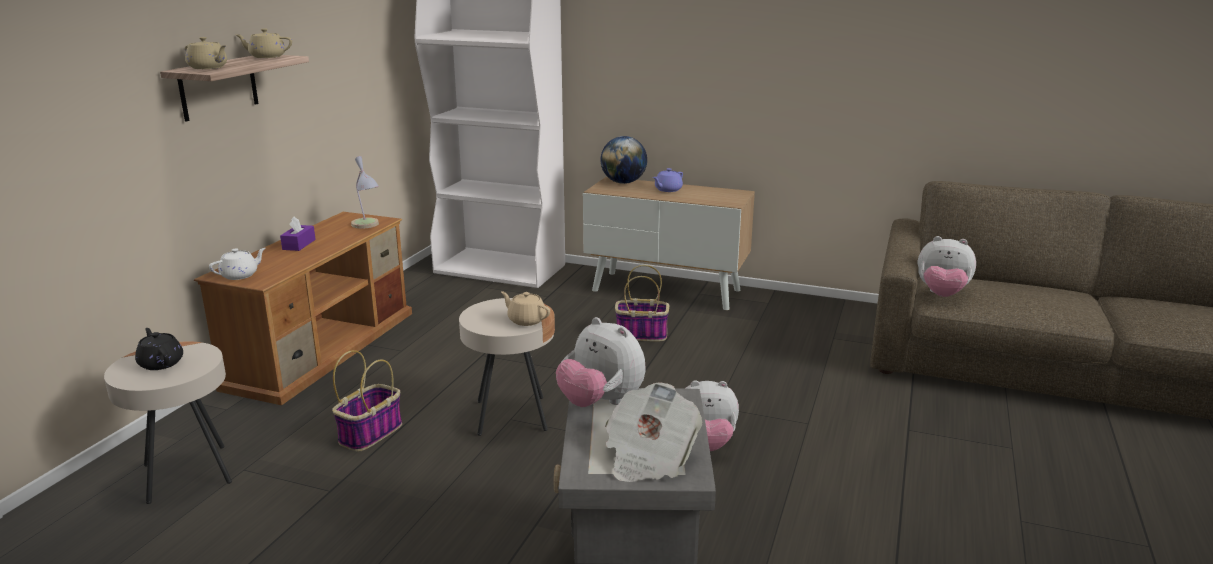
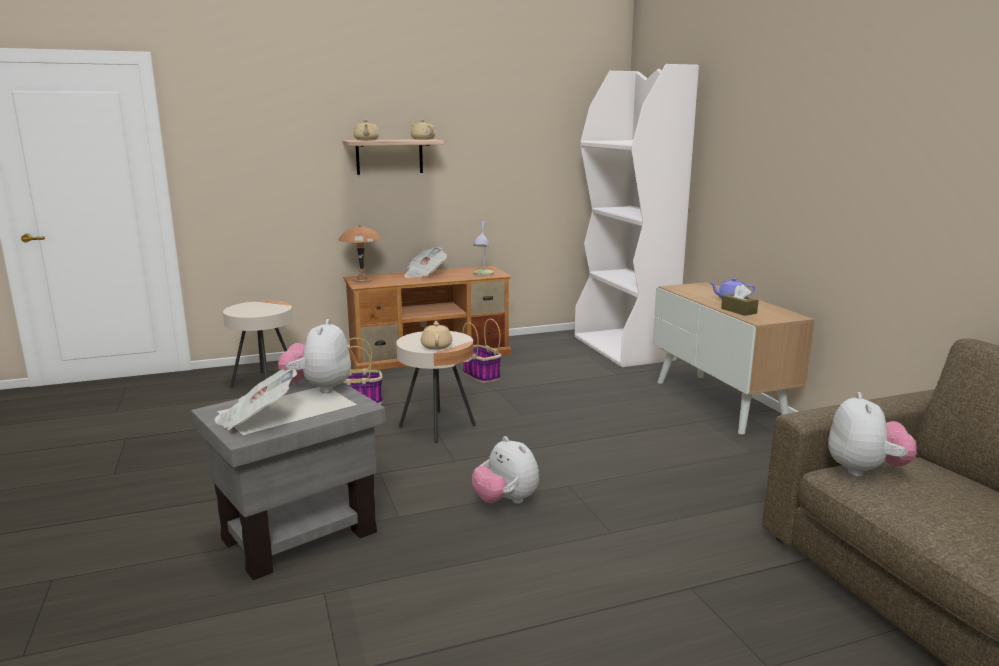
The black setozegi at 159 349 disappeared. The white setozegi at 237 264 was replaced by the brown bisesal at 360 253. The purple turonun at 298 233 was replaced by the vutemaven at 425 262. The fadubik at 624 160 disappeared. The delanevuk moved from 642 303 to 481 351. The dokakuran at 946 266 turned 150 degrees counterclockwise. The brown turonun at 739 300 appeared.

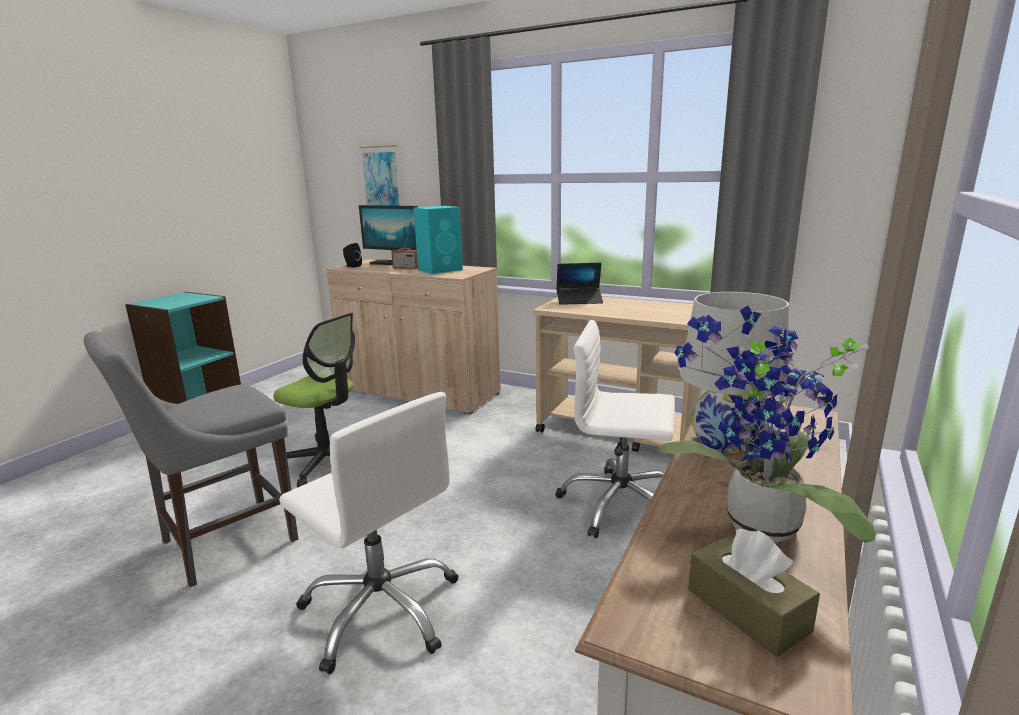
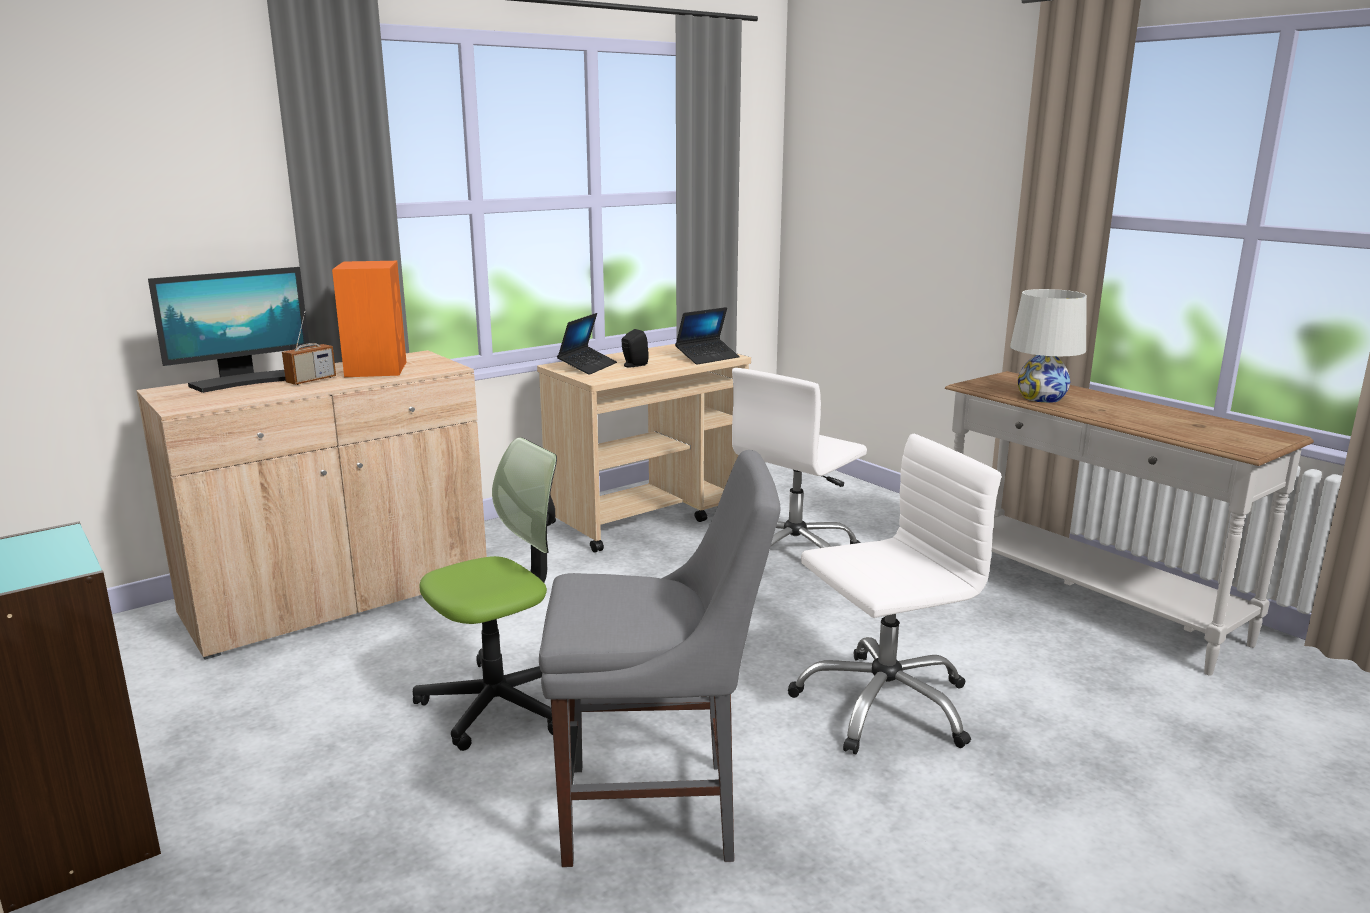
The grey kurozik at 191 459 turned 75 degrees counterclockwise. The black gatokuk moved from 352 255 to 635 348. The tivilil at 380 175 disappeared. The turquoise gatokuk at 438 240 became the orange gatokuk at 369 319. The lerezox at 767 424 disappeared. The brown turonun at 754 593 disappeared. The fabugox at 707 336 appeared.

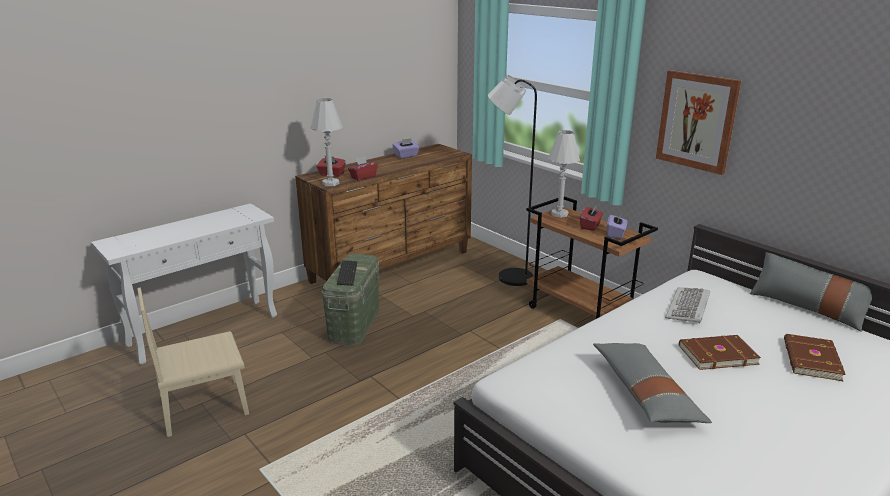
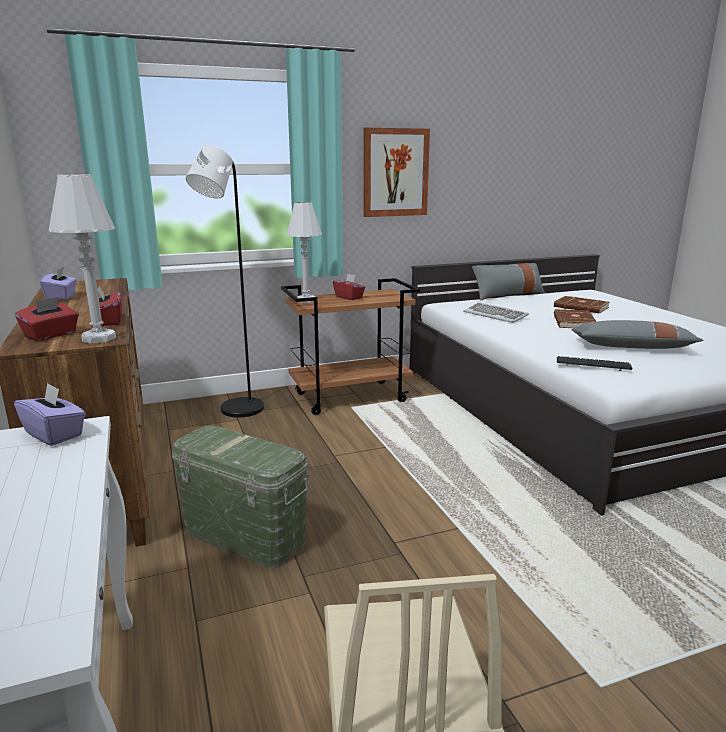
The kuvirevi moved from 347 273 to 595 363. The purple turonun moved from 617 226 to 50 414.

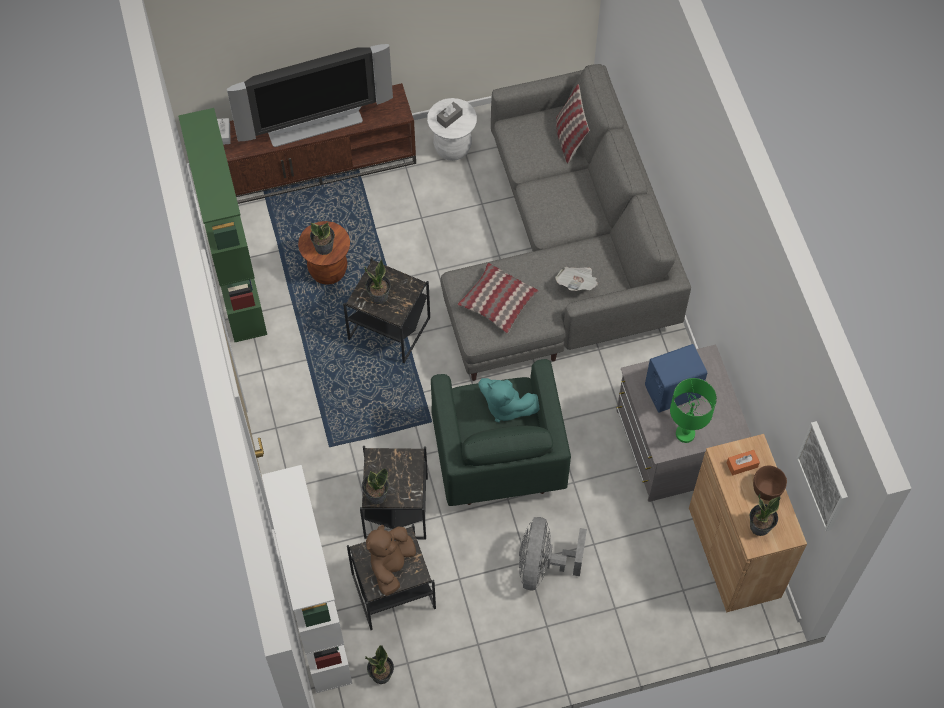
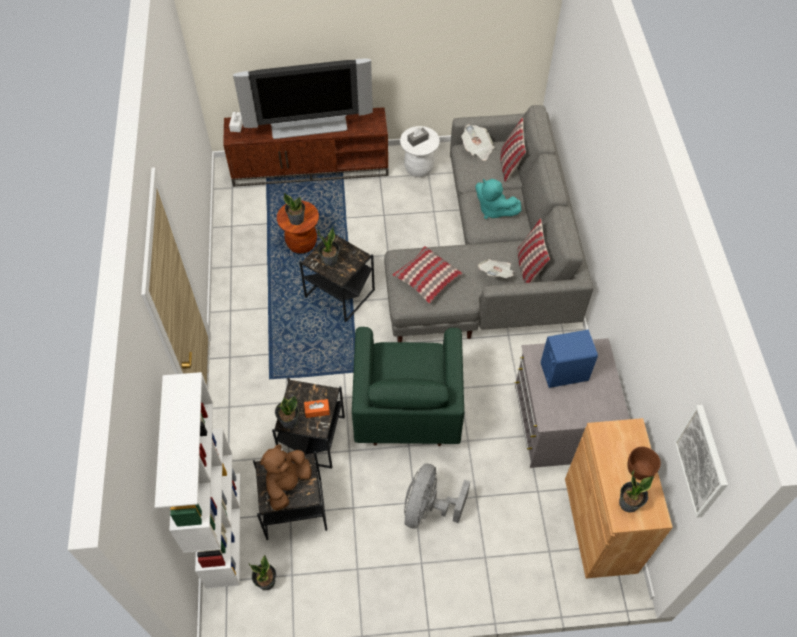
The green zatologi at 222 225 disappeared. The turquoise dokakuran moved from 509 400 to 498 199. The green bisesal at 693 410 disappeared. The orange turonun moved from 743 463 to 317 408. The vutemaven at 478 142 appeared. The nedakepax at 534 251 appeared.

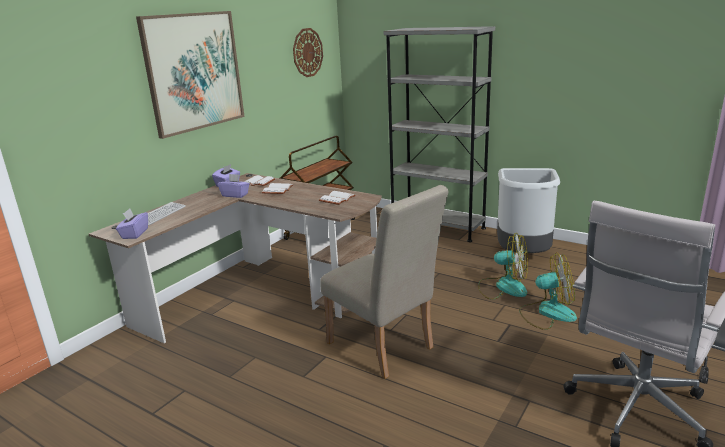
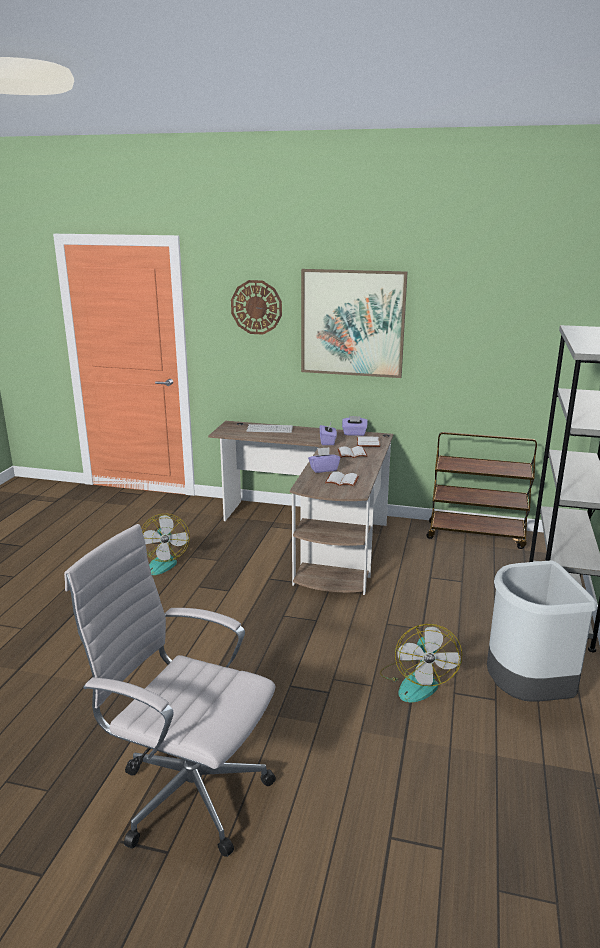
The purple turonun moved from 132 224 to 324 460. The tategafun moved from 308 52 to 256 307. The beige kurozik at 384 282 disappeared. The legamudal moved from 548 291 to 165 544.

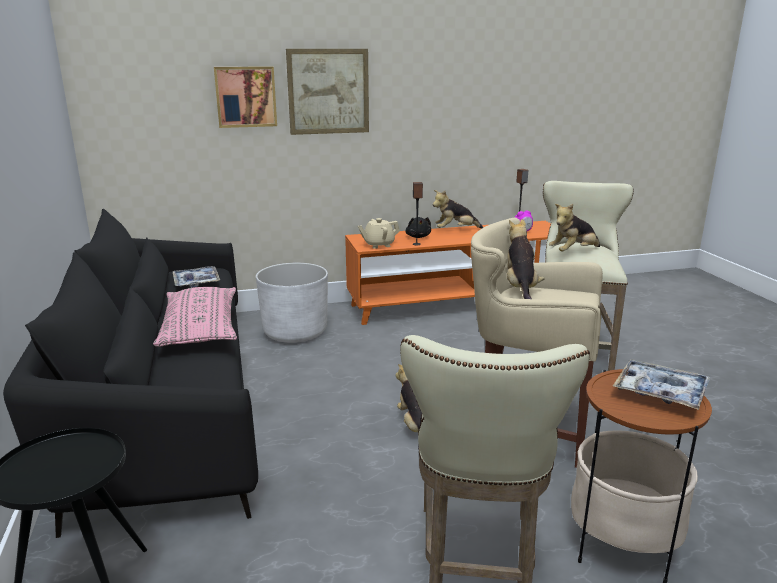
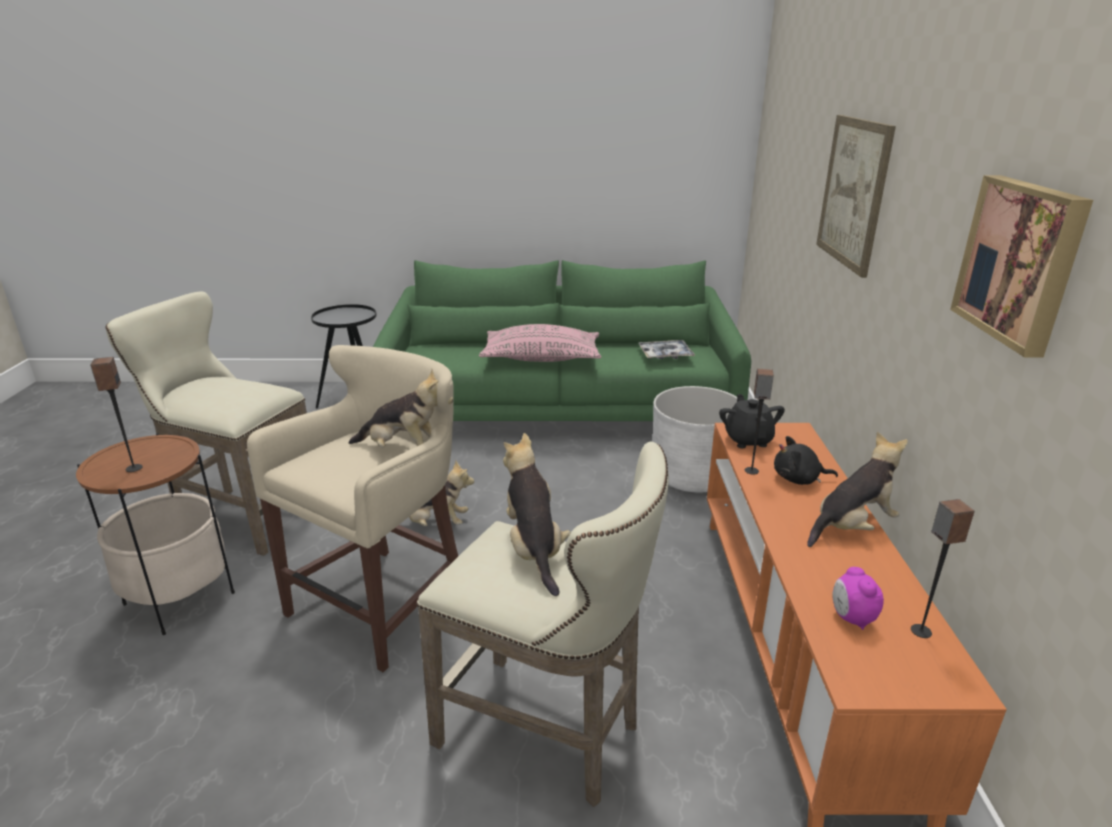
The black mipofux at 130 373 became the green mipofux at 562 340. The tivilil moved from 245 97 to 1021 266. The beige setozegi at 379 233 became the black setozegi at 752 421. The dokakuran at 458 209 turned 60 degrees clockwise. The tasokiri at 661 384 was replaced by the gatokuk at 116 414.

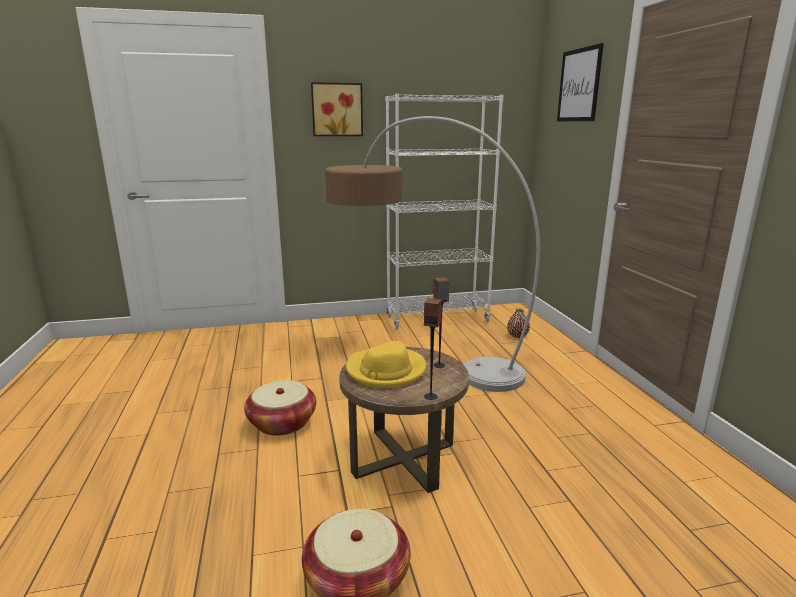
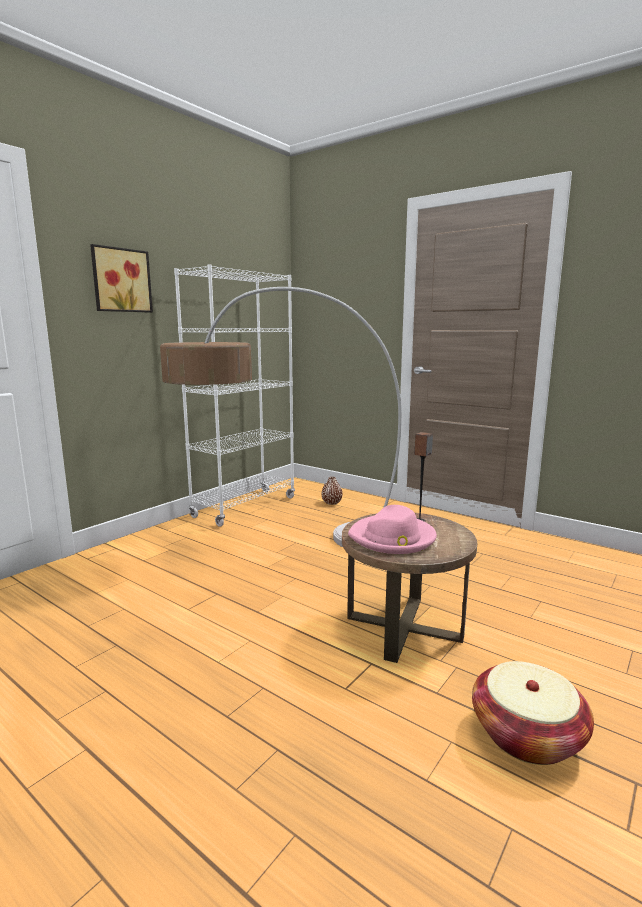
The delanevuk at 280 408 disappeared. The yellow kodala at 386 364 became the pink kodala at 392 529. The gatokuk at 433 349 disappeared. The tivilil at 580 82 disappeared.

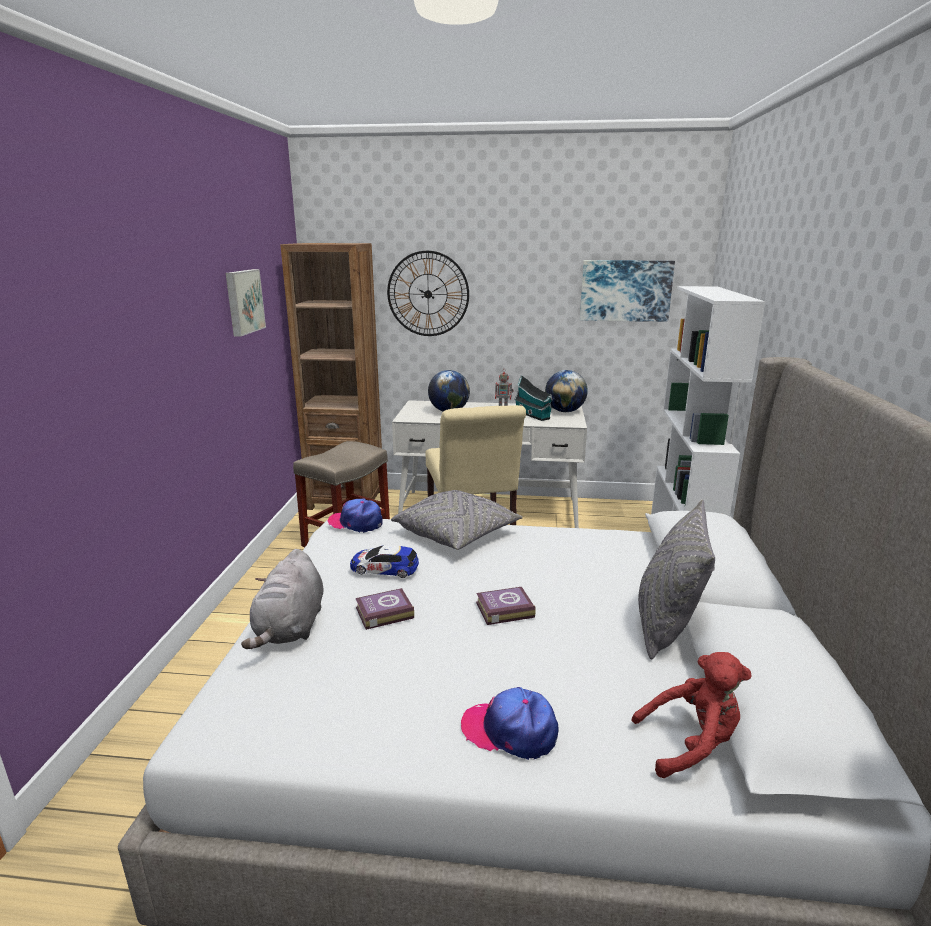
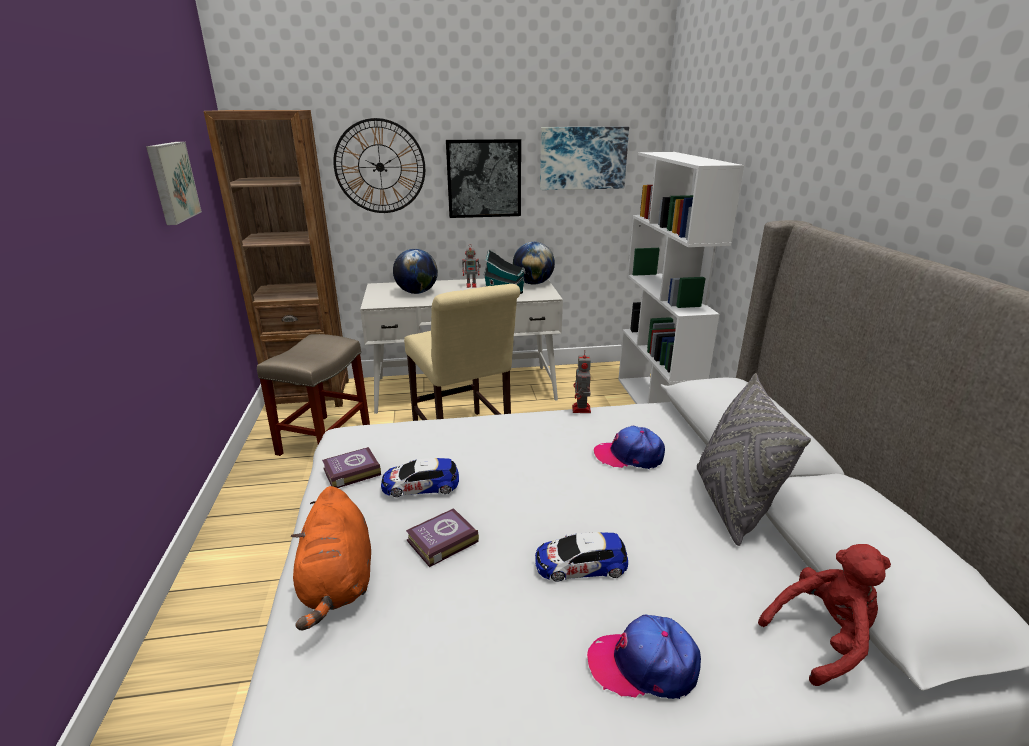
The grey dokakuran at 282 599 became the orange dokakuran at 331 558. The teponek moved from 355 515 to 629 447. The grey nedakepax at 457 520 disappeared. The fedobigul moved from 505 606 to 351 467. The tivilil at 483 178 appeared. The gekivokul at 581 557 appeared. The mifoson at 581 382 appeared.

